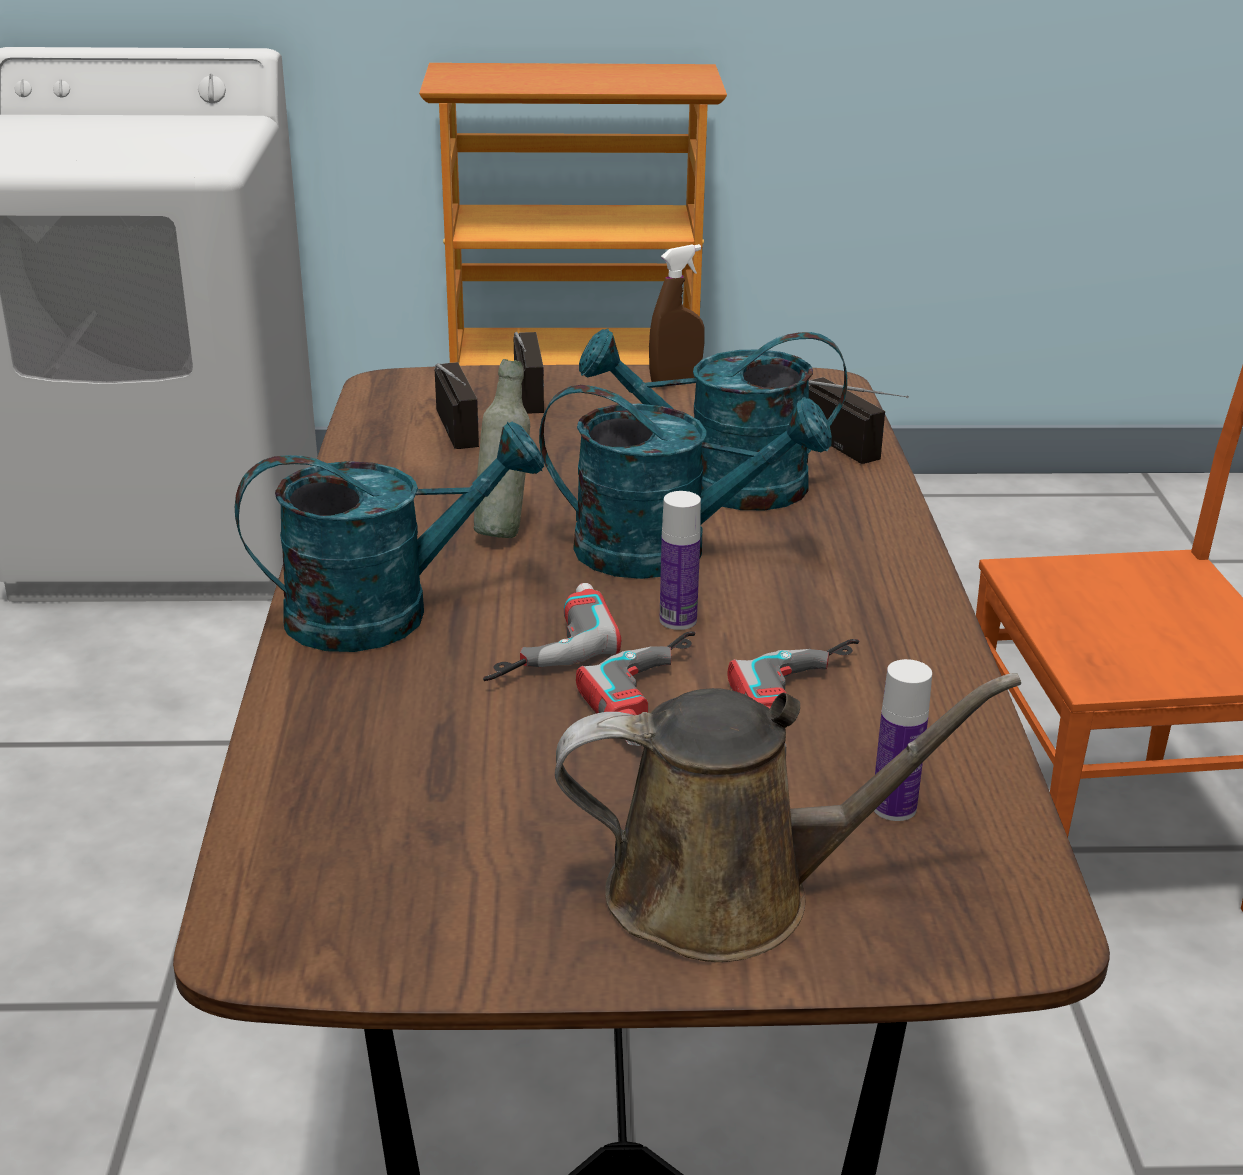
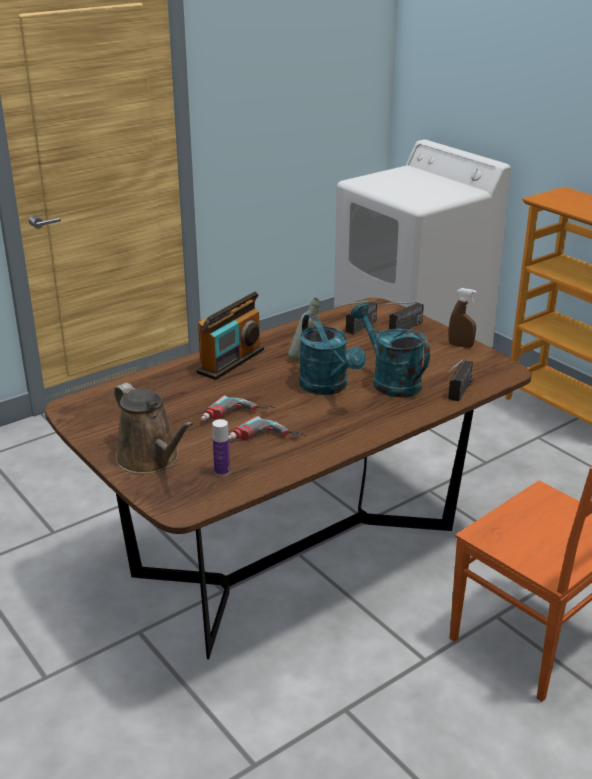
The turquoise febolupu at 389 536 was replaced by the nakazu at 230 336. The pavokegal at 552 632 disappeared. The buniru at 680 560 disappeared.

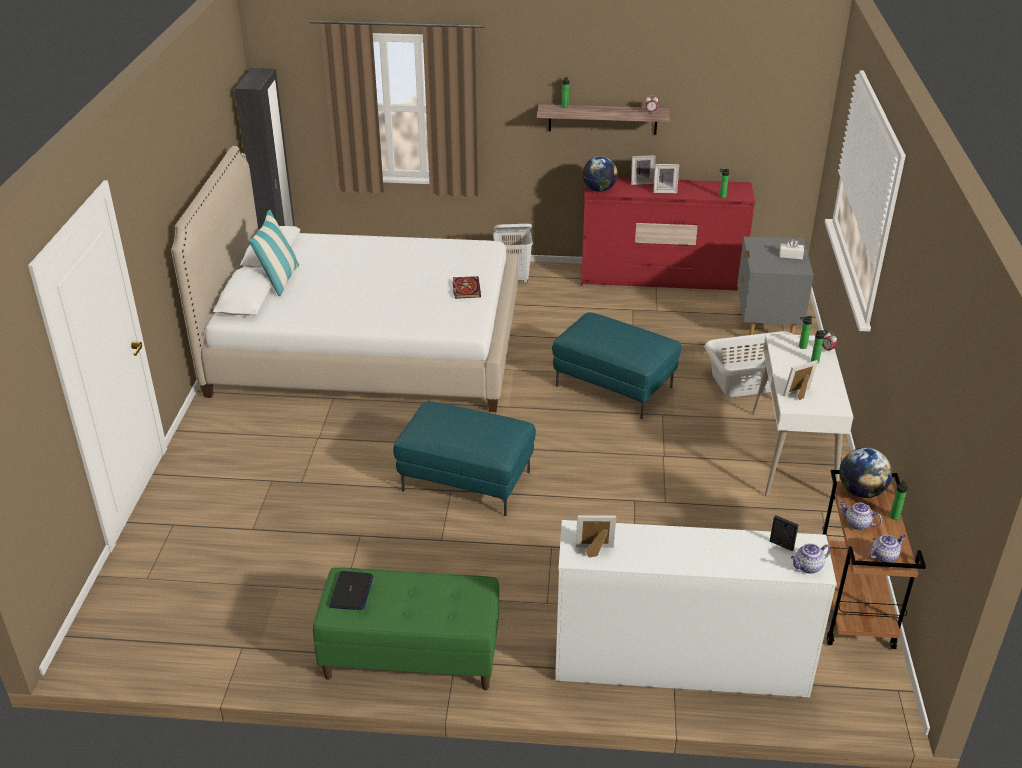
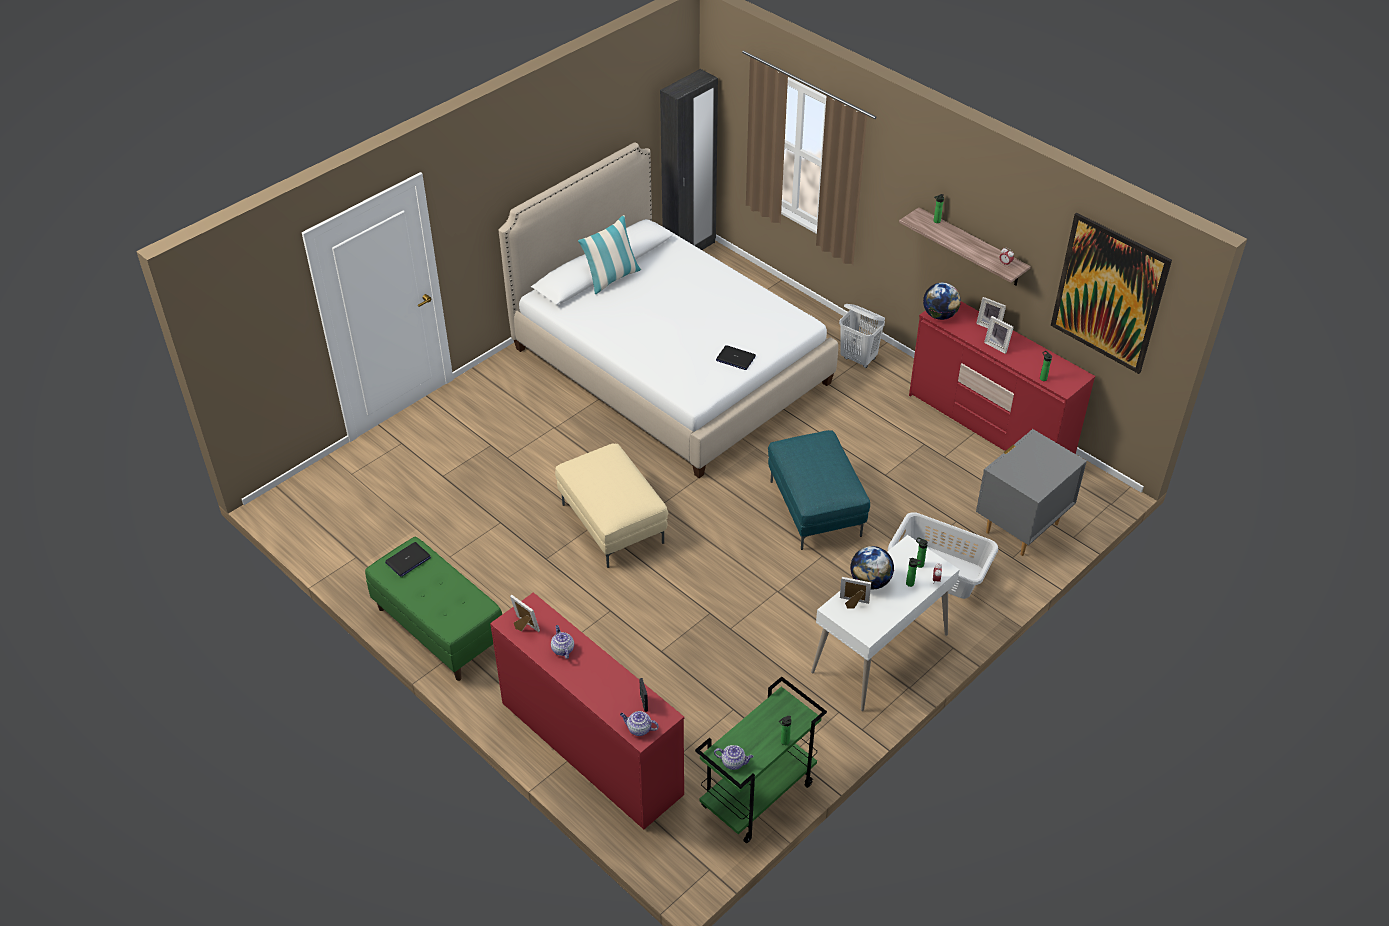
The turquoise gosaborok at 464 458 became the beige gosaborok at 612 506. The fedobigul at 466 287 was replaced by the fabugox at 736 357. The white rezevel at 696 608 became the red rezevel at 587 711. The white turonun at 792 249 disappeared. The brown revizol at 874 559 became the green revizol at 761 760. The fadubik moved from 865 473 to 872 568. The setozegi moved from 861 516 to 562 642. The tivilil at 1111 293 appeared.

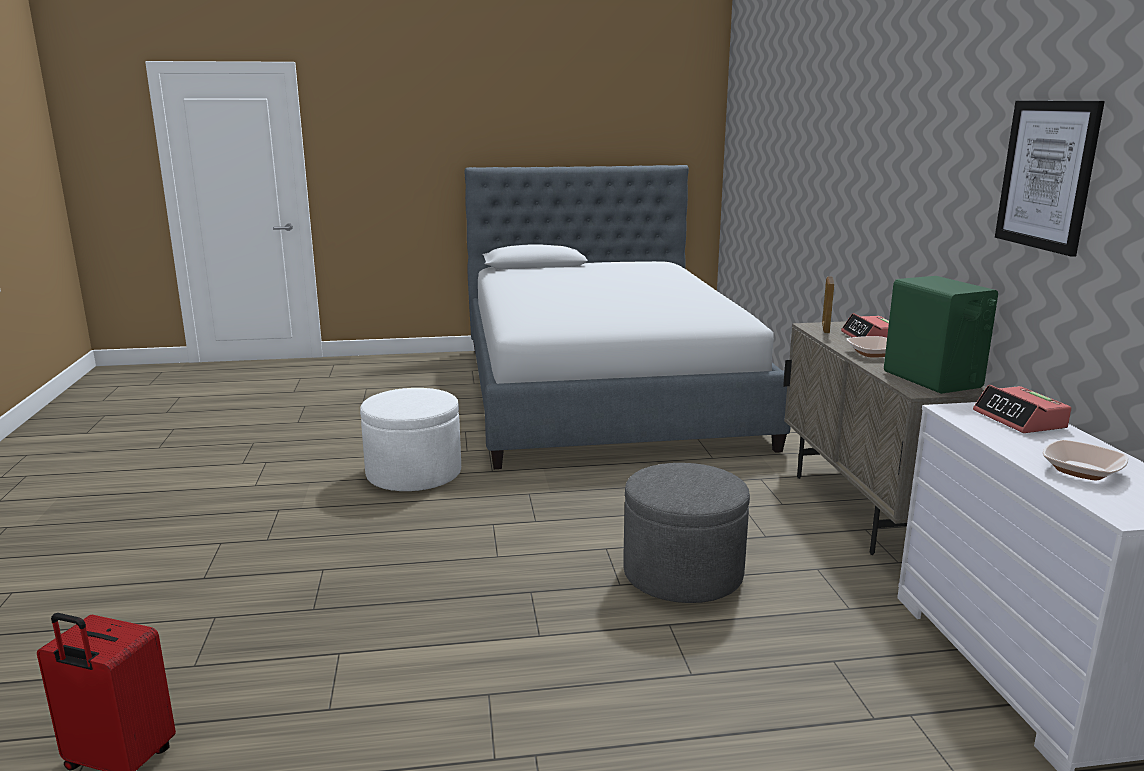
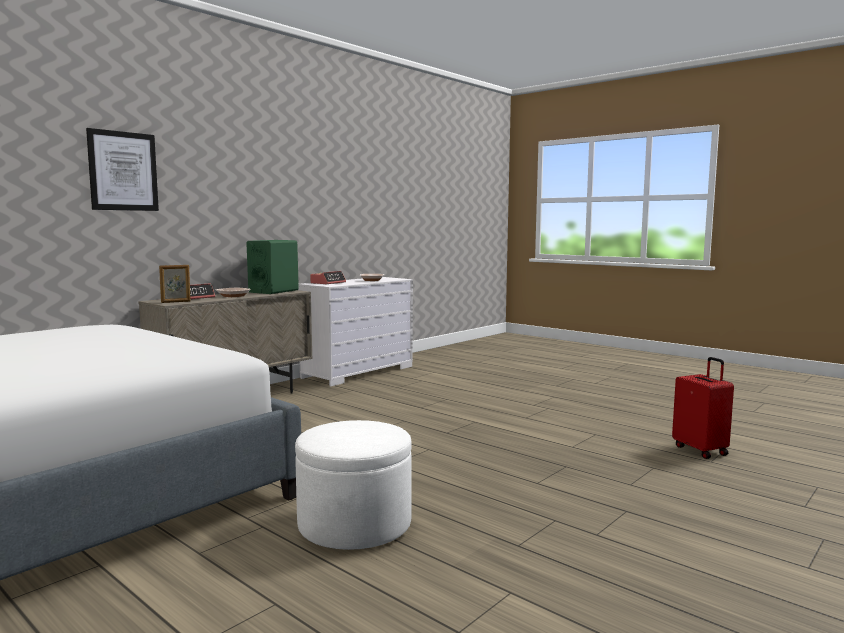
The grey gosaborok at 686 533 disappeared. The tivilil moved from 1050 179 to 122 169.

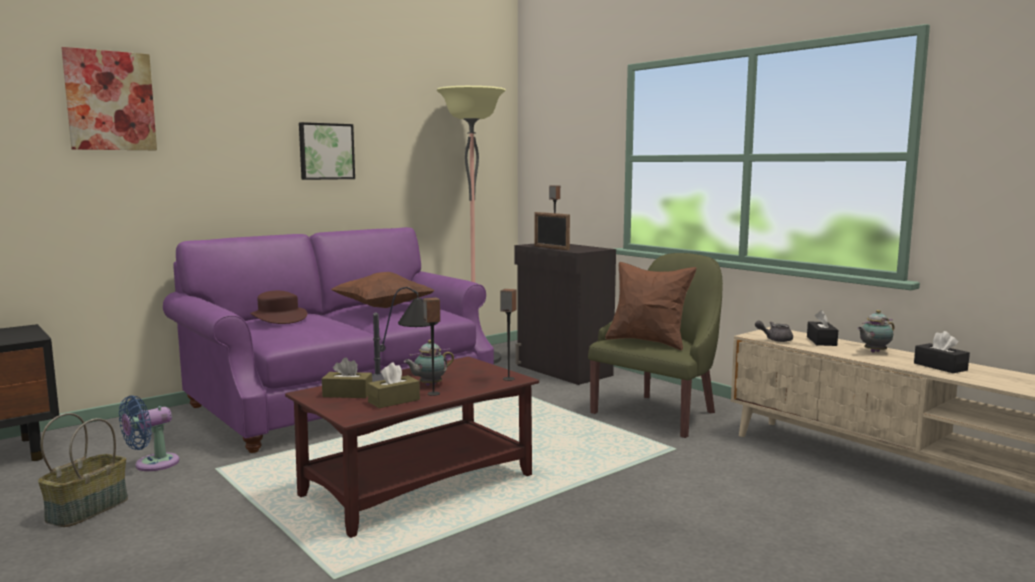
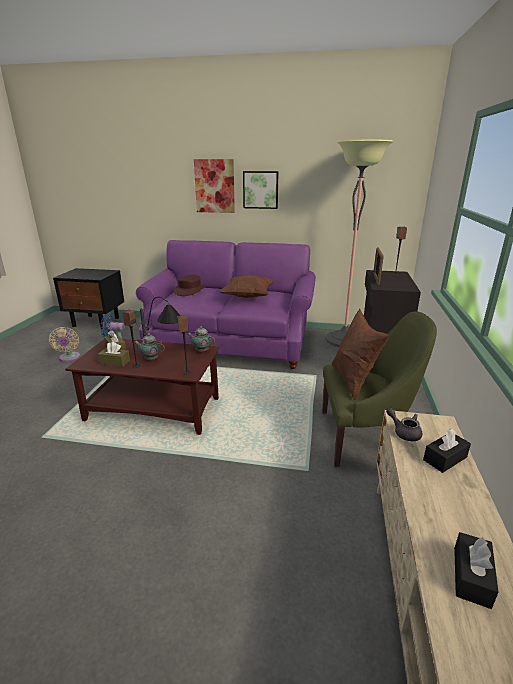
The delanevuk at 83 470 was replaced by the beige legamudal at 64 344. The tivilil moved from 109 98 to 214 186. The setozegi moved from 875 331 to 201 339.

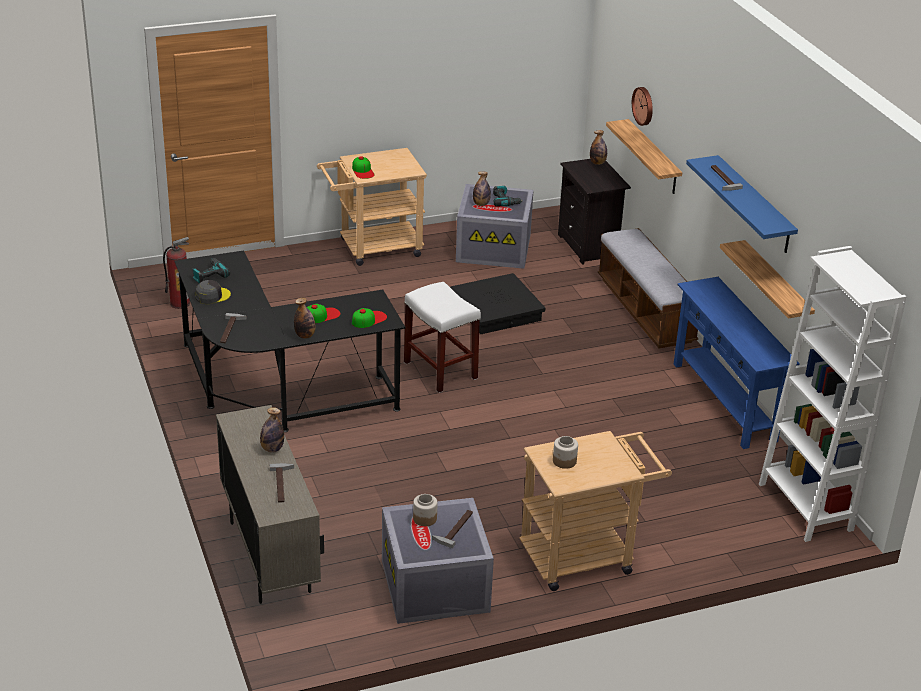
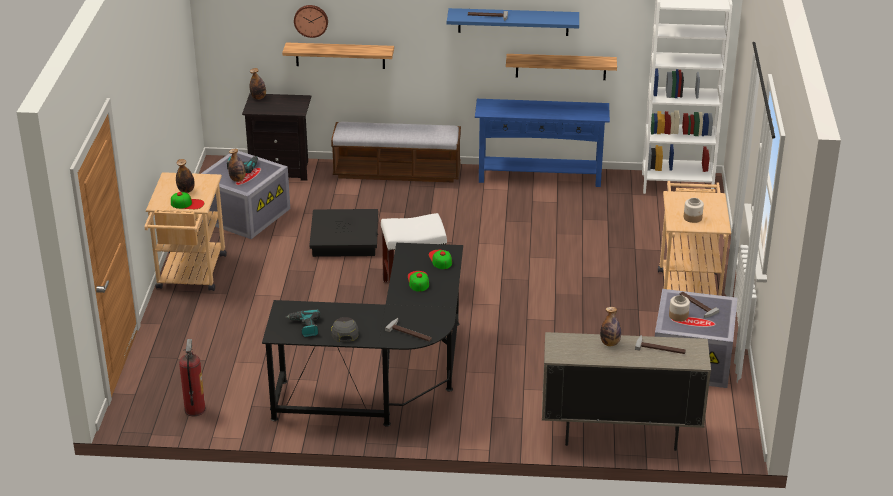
The buniru moved from 304 317 to 185 176.

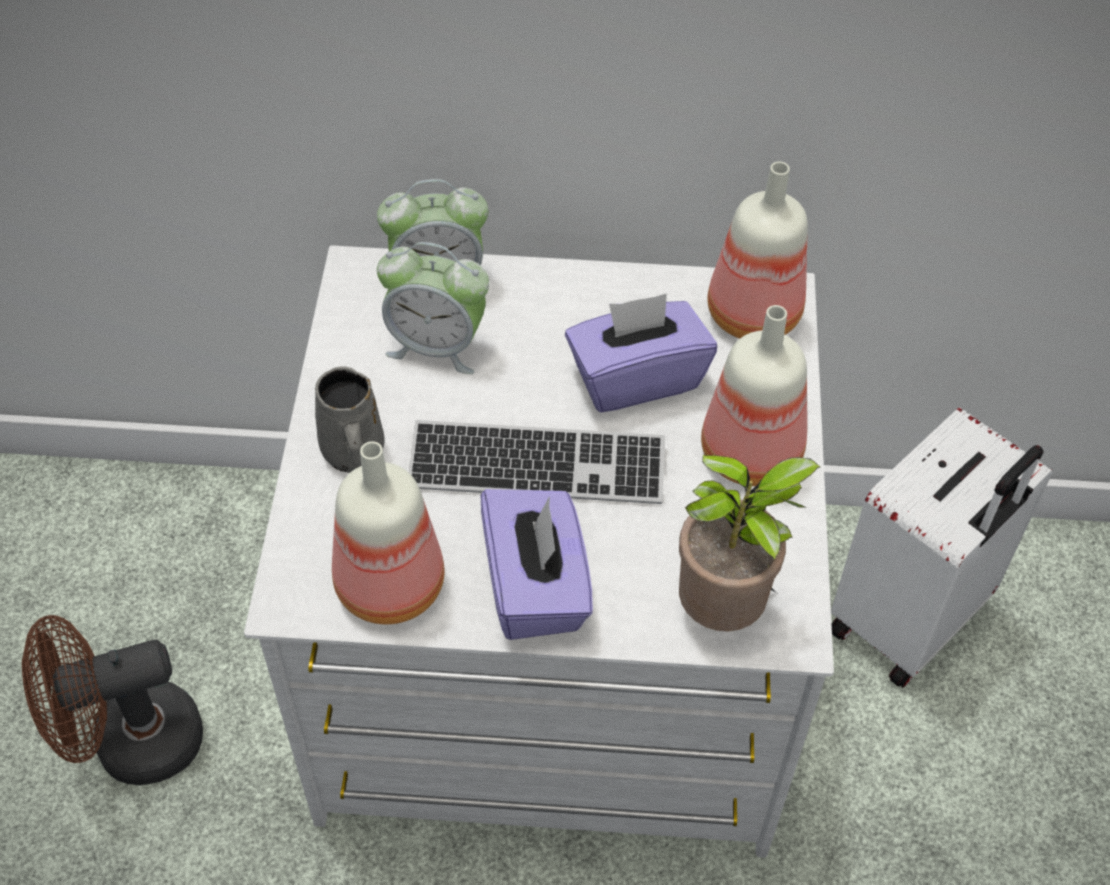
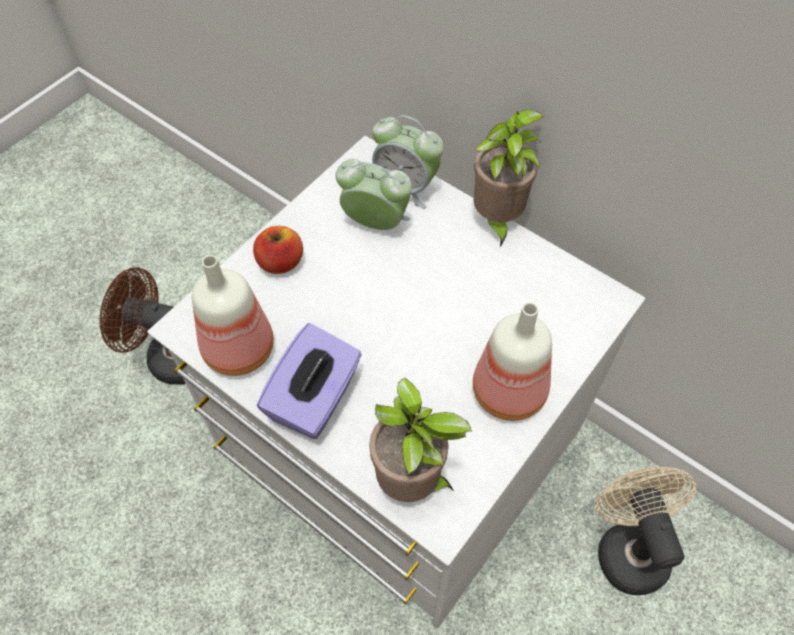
The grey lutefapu at 350 419 was replaced by the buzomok at 278 250. The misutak at 433 308 turned 150 degrees clockwise. The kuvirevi at 537 462 disappeared. The purple turonun at 641 352 disappeared. The buniru at 757 250 disappeared. The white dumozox at 942 548 was replaced by the beige legamudal at 645 531. The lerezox at 508 178 appeared.

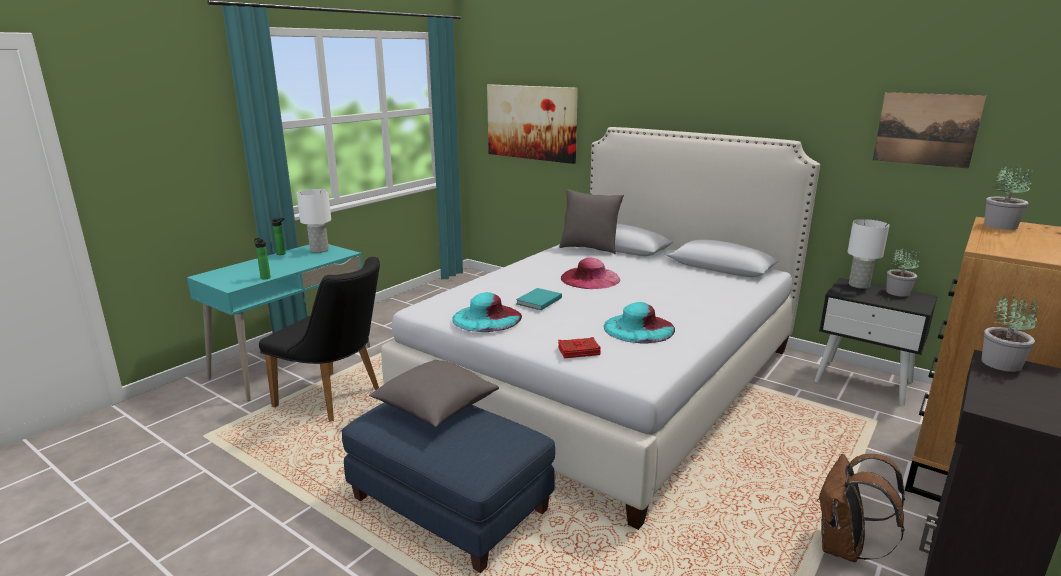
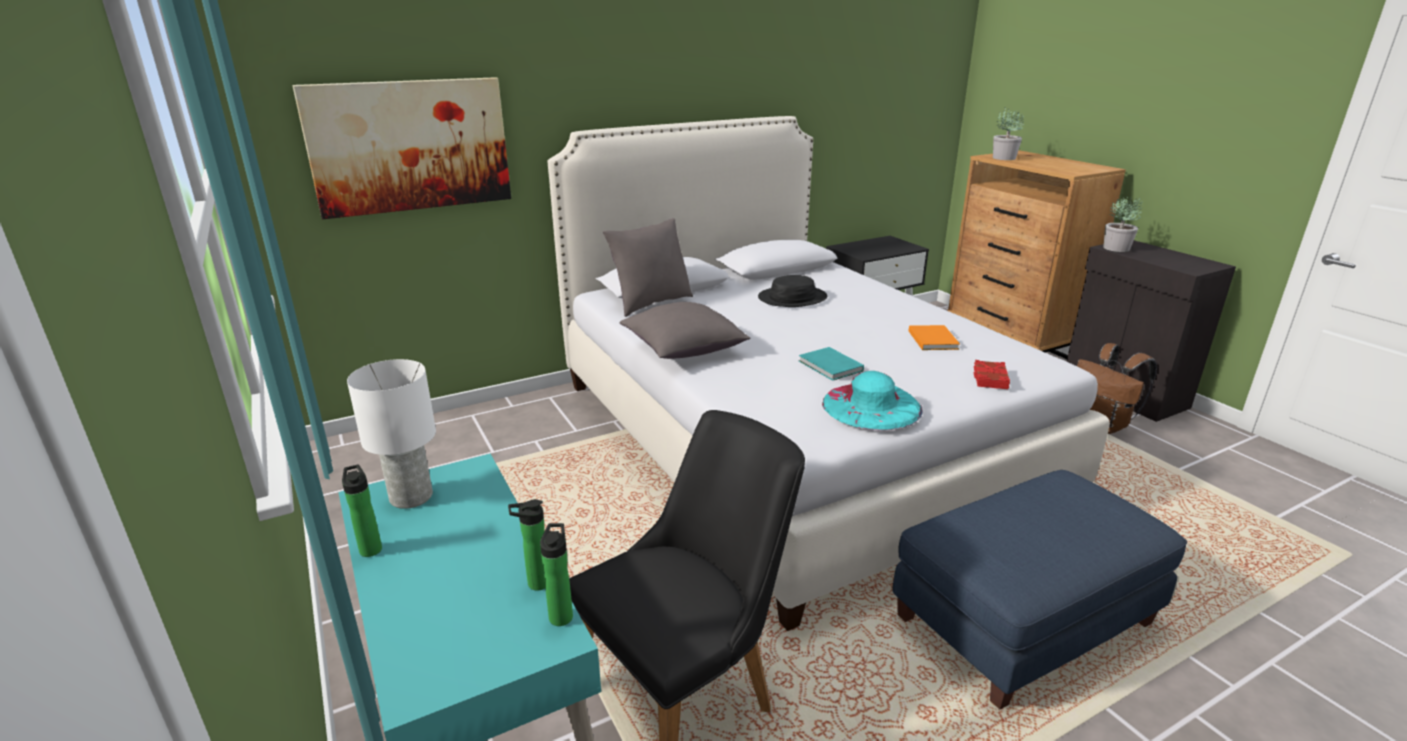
The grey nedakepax moved from 434 393 to 685 330. The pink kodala at 590 273 disappeared. The turquoise kodala at 639 323 was replaced by the orange fedobigul at 934 337. The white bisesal at 868 254 disappeared. The tivilil at 929 130 disappeared. The lerezox at 903 272 disappeared. The buniru at 556 574 appeared. The black kodala at 792 291 appeared.

